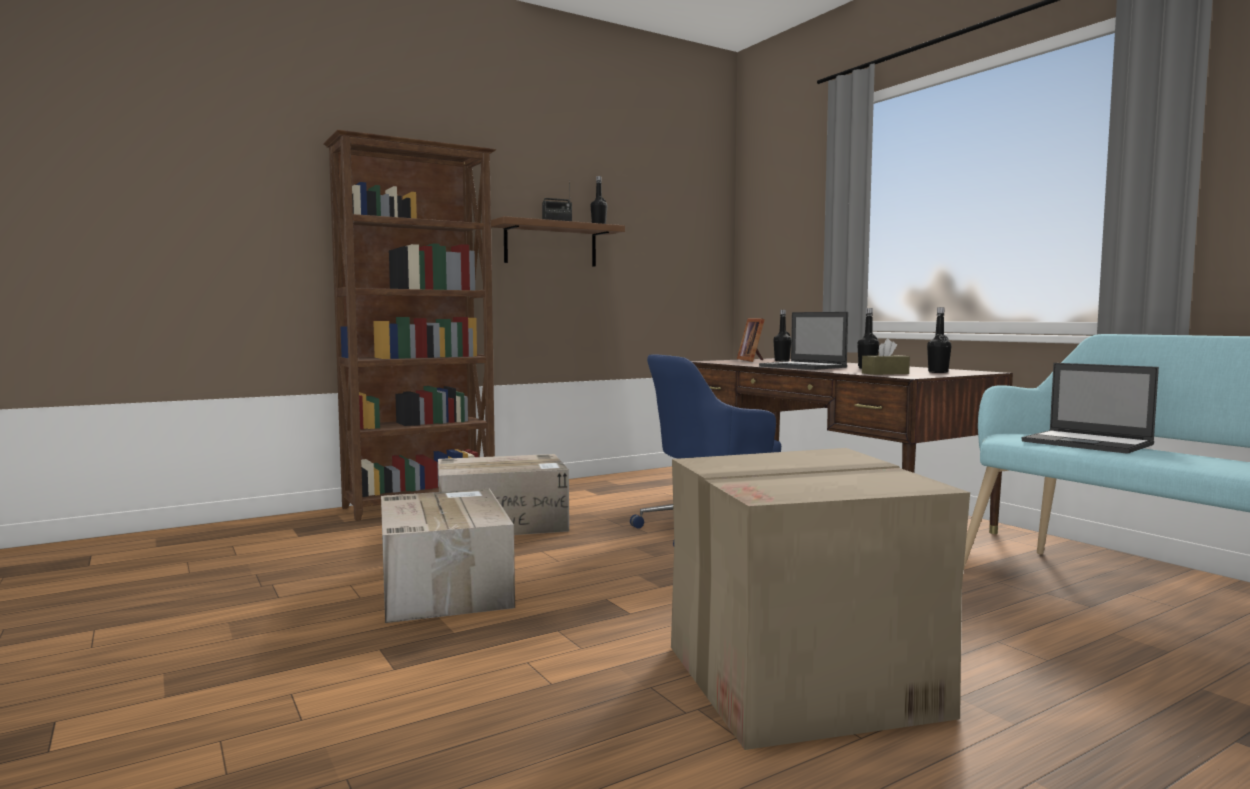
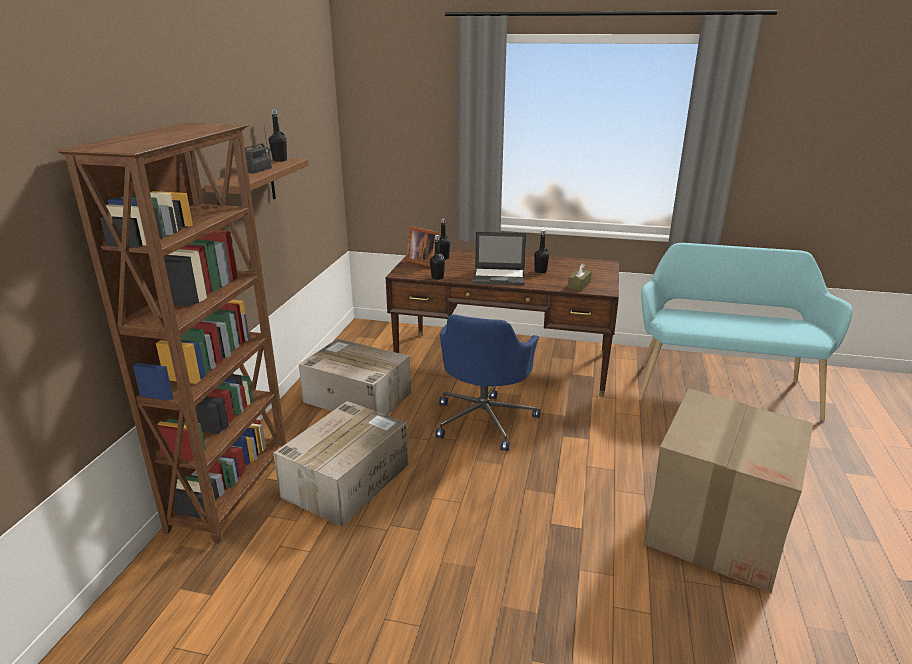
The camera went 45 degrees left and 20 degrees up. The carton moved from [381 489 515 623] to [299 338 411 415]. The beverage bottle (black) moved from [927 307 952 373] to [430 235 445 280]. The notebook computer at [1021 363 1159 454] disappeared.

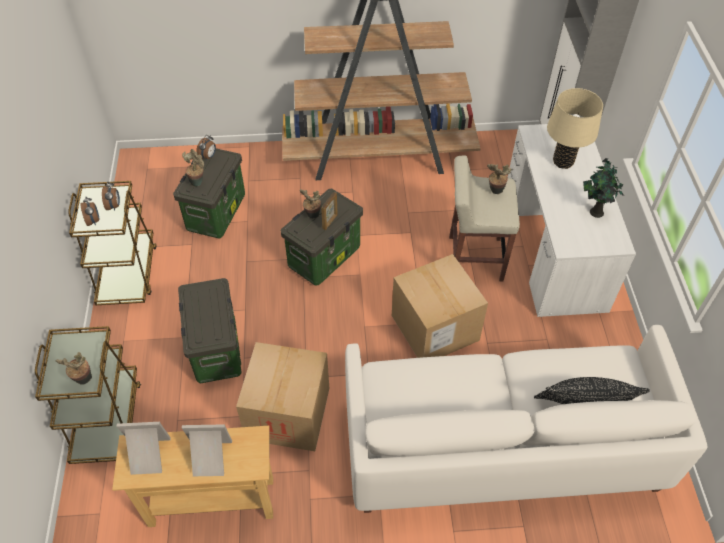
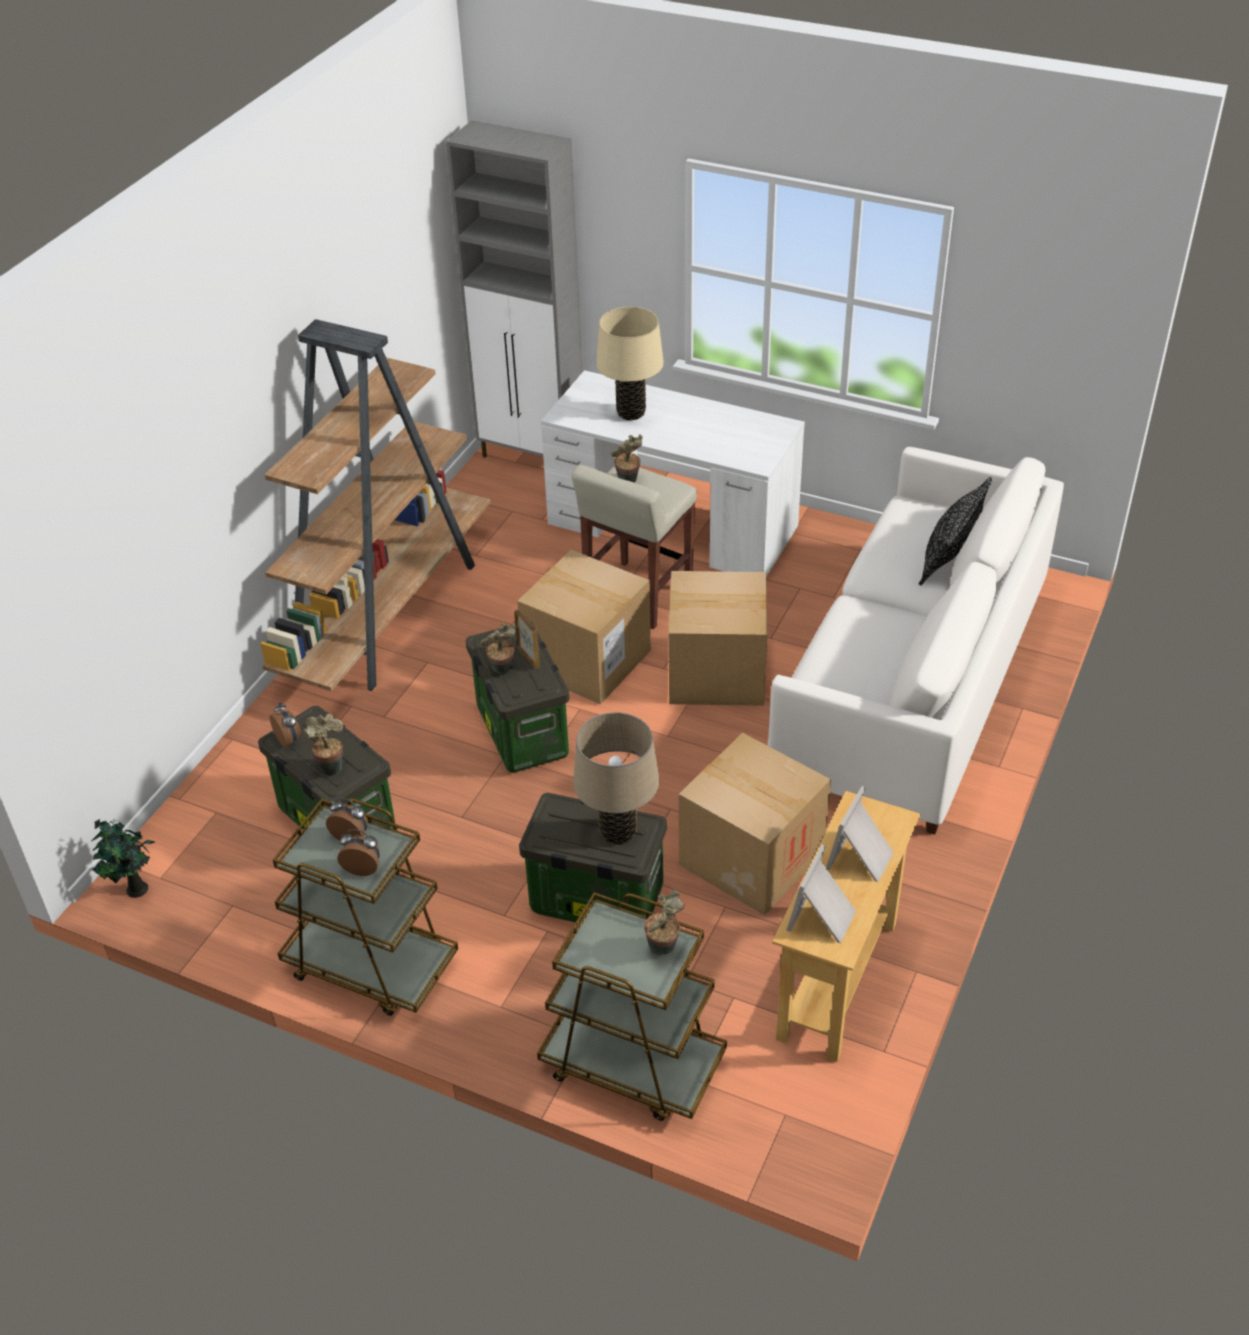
The camera went 60 degrees left and 10 degrees down. The plant in a pot moved from [583 158 624 218] to [90 819 155 898]. The carton at [517 550 651 705] appeared. The table lamp (beige) at [573 712 659 845] appeared.

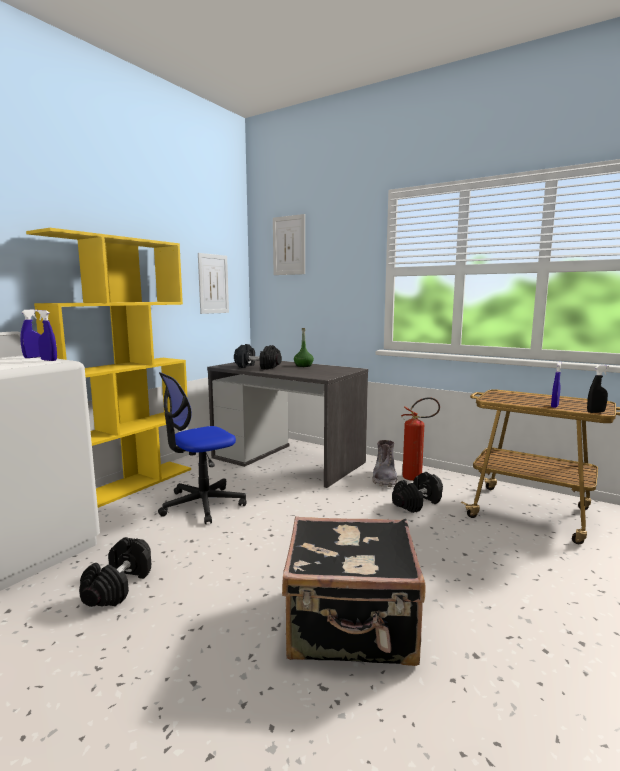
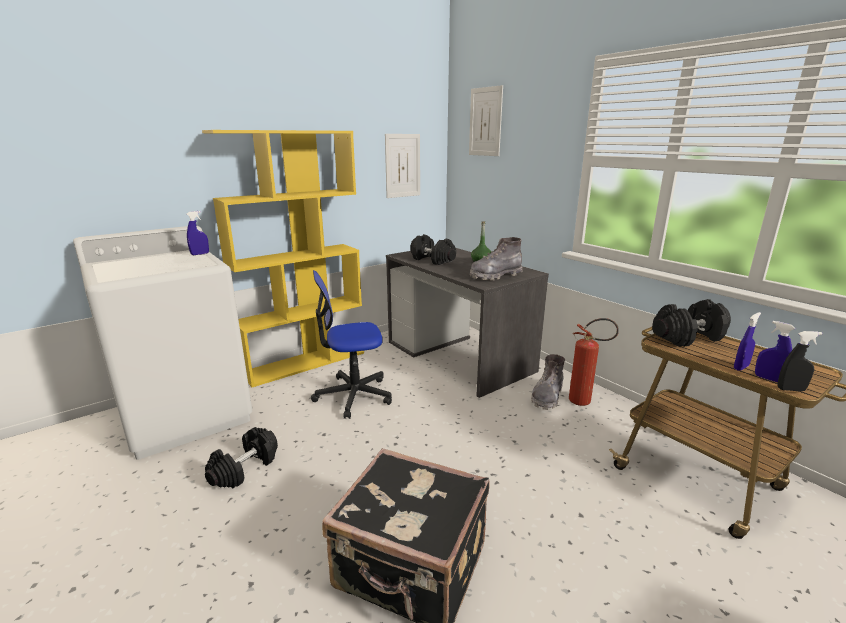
The camera went 20 degrees right and 10 degrees up. The spray bottle (bluish) moved from [37 310 57 361] to [755 321 795 382]. The free weight (black) moved from [392 472 443 513] to [652 299 731 347]. The tall boot (greyish) at [470 237 523 280] appeared.

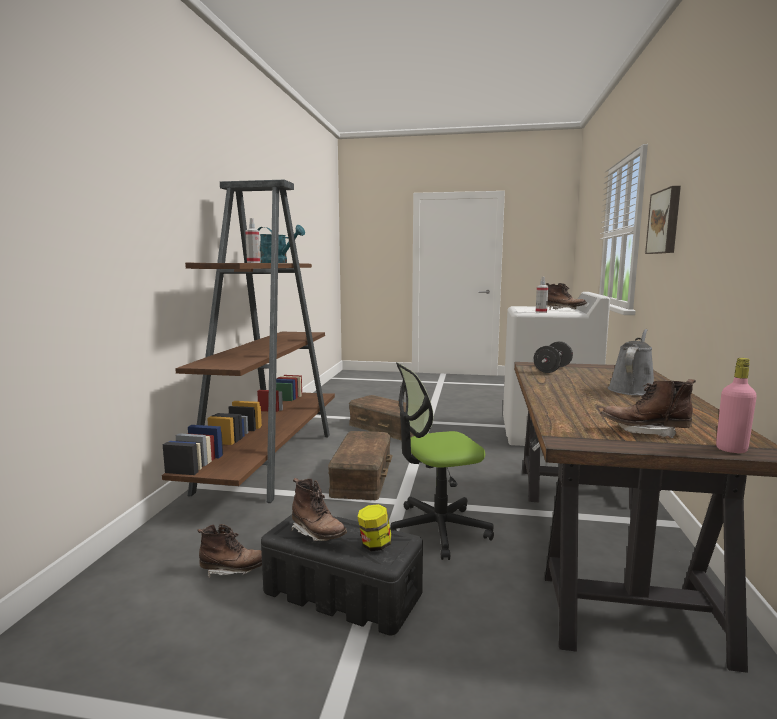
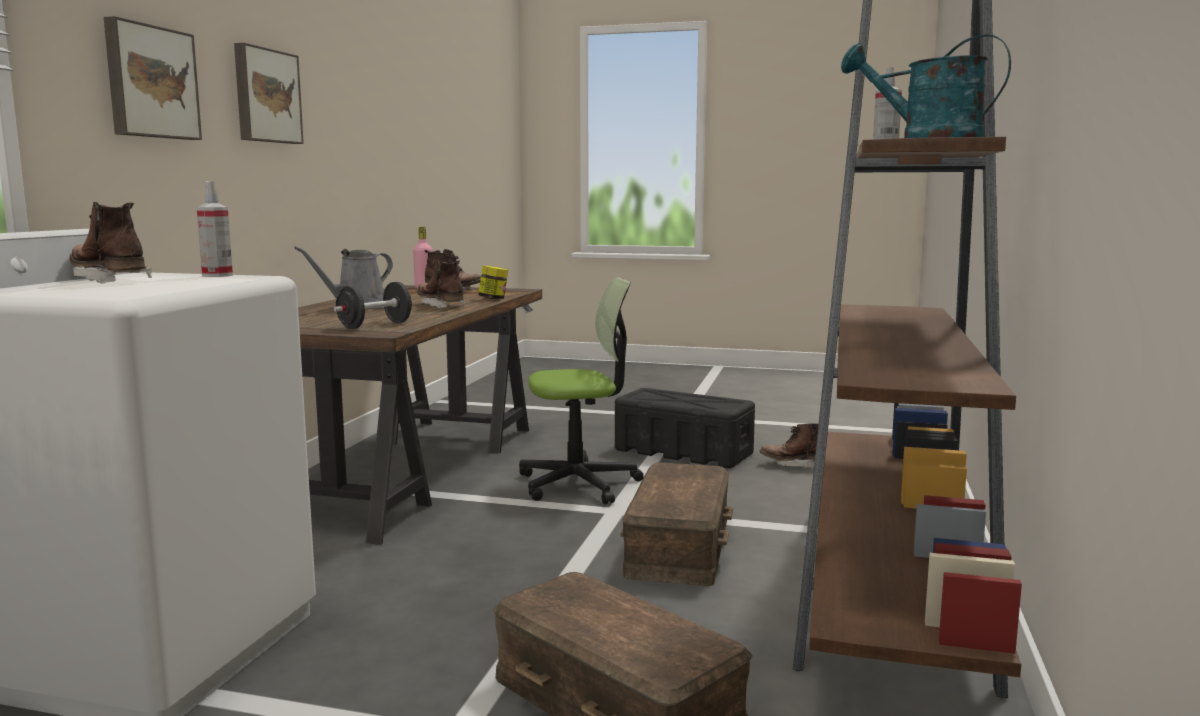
The camera went 175 degrees left and 0 degrees up. The tall boot (brown) moved from [291 478 347 541] to [416 259 465 309]. The storage jar moved from [358 504 392 551] to [478 266 508 300]. The picture at [234 43 304 144] appeared.

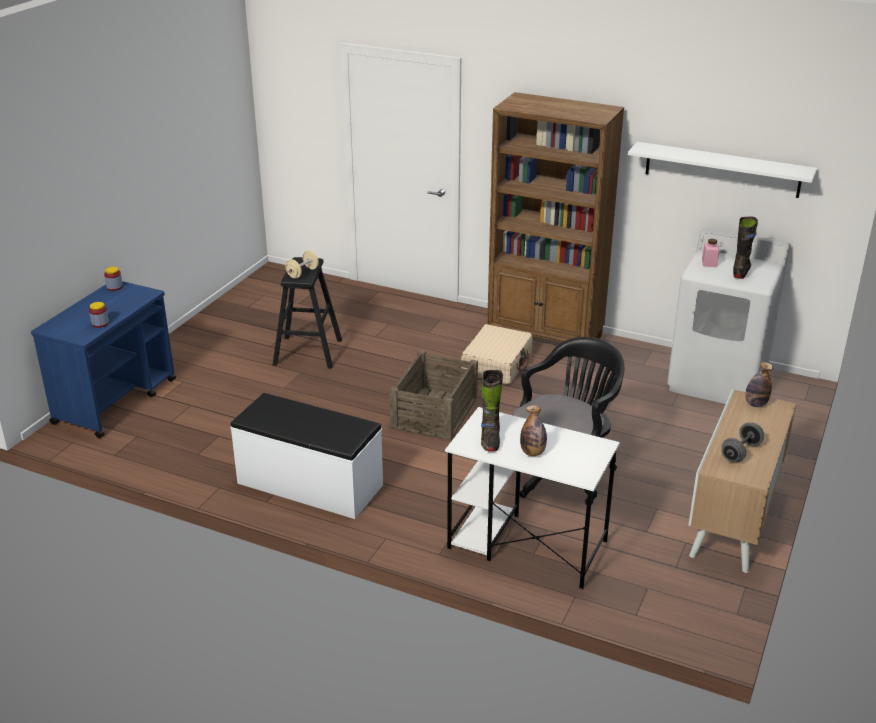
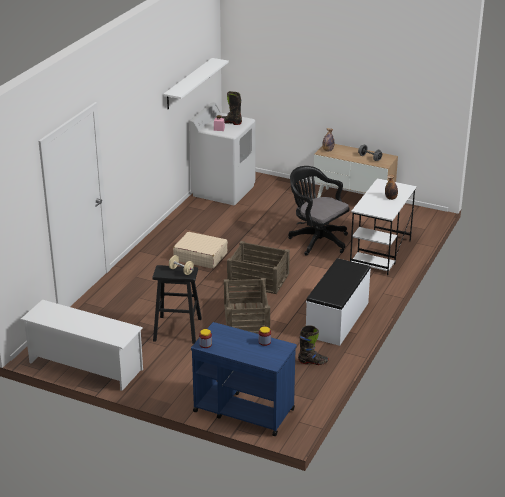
The camera went 90 degrees left and 0 degrees up. The tall boot (black) moved from [481 370 503 452] to [298 325 329 365]. The bookshelf (brown) at [487 92 624 342] disappeared. The shoe shelf (white) at [20 300 143 391] appeared. The packing crate at [224 278 270 334] appeared.

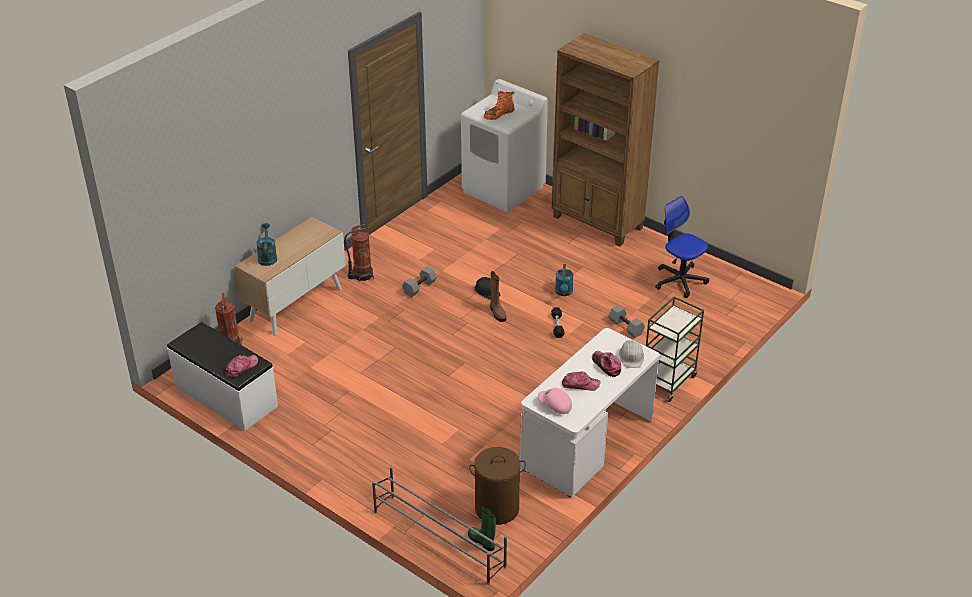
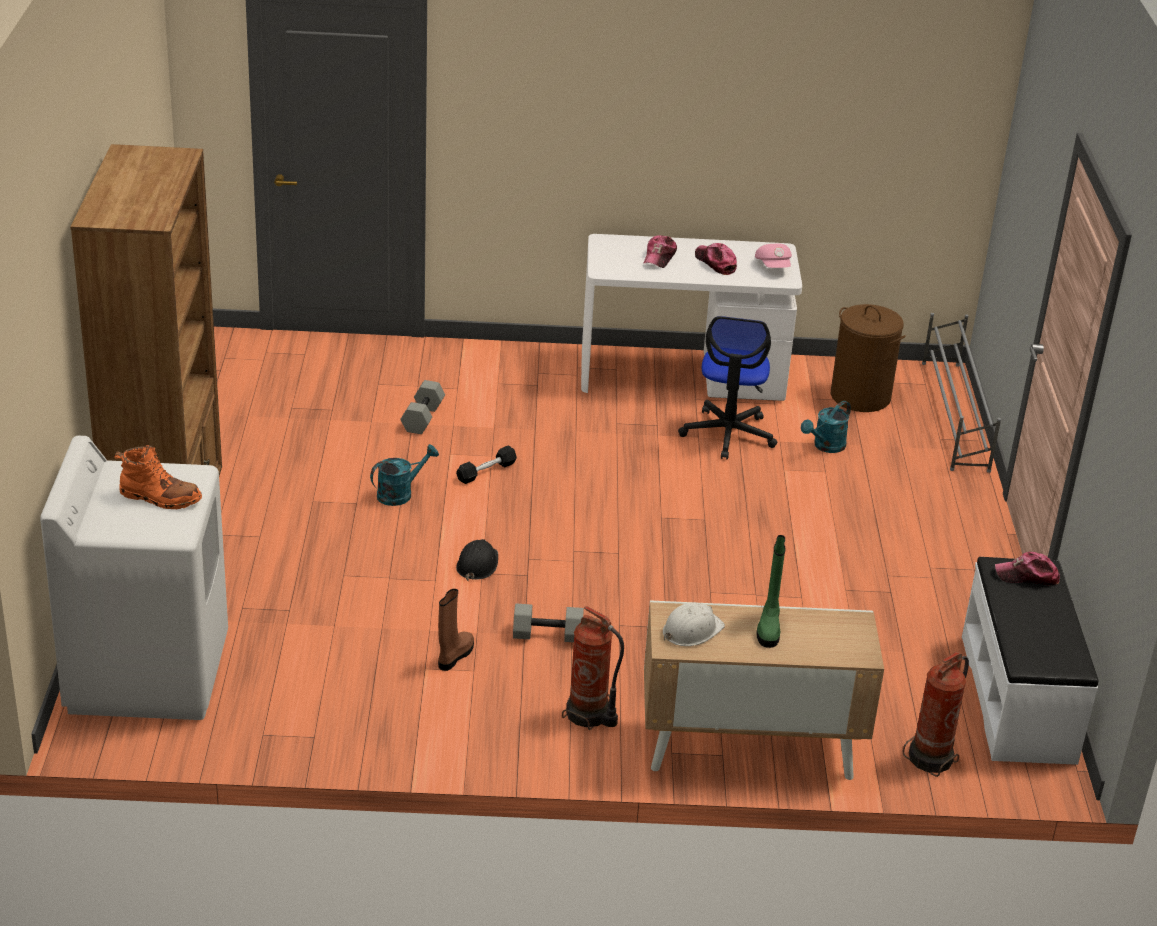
The camera went 130 degrees left and 5 degrees down. The watering can (blue-green) moved from [256 223 277 266] to [801 401 851 453]. The tall boot (greenish) moved from [468 506 496 551] to [756 535 786 648]. The tall boot (brown) moved from [490 271 507 322] to [438 589 474 671]. The safety helmet (white) moved from [619 339 644 368] to [663 602 725 646]. The wheeled cart (greenish) at [646 297 704 402] disappeared. The office chair moved from [655 196 709 298] to [678 316 777 459].

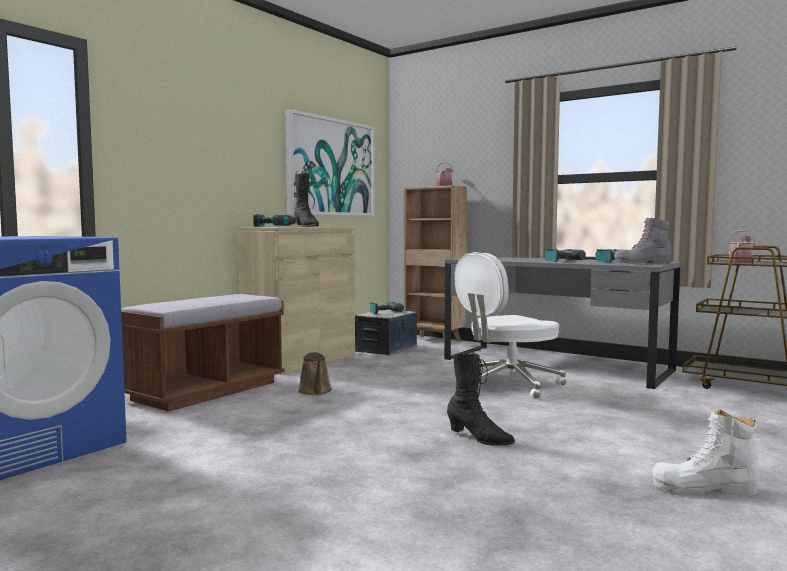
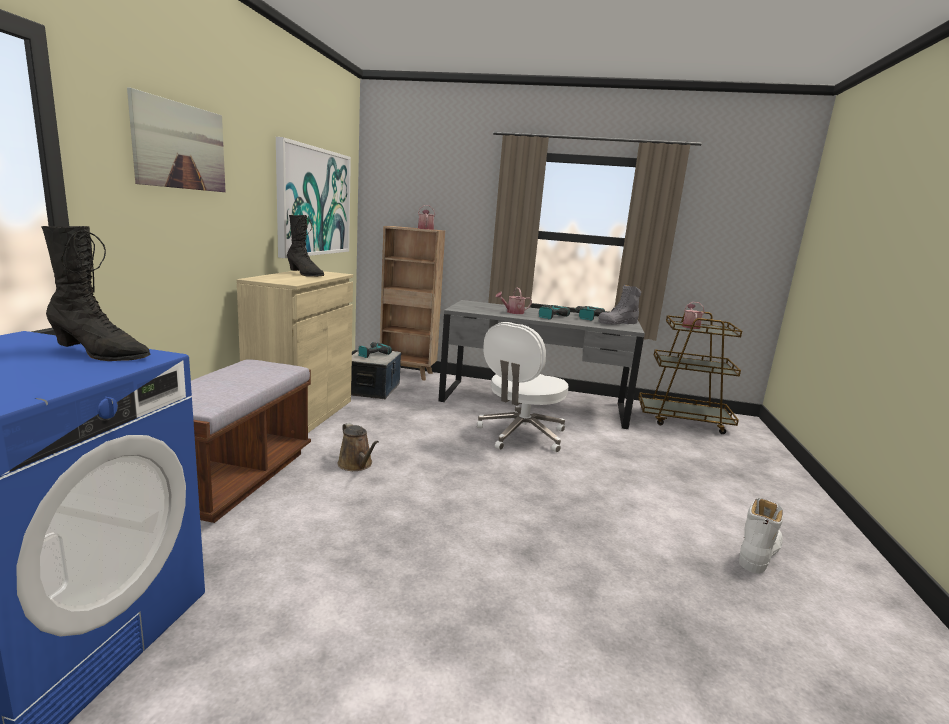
The camera went 25 degrees left and 10 degrees up. The power drill at [253 214 297 227] disappeared. The tall boot (black) moved from [447 353 515 446] to [41 226 150 361]. The tall boot (white) at [652 409 760 496] turned 150 degrees clockwise. The picture at [127 87 225 192] appeared. The watering can at [496 288 532 314] appeared.

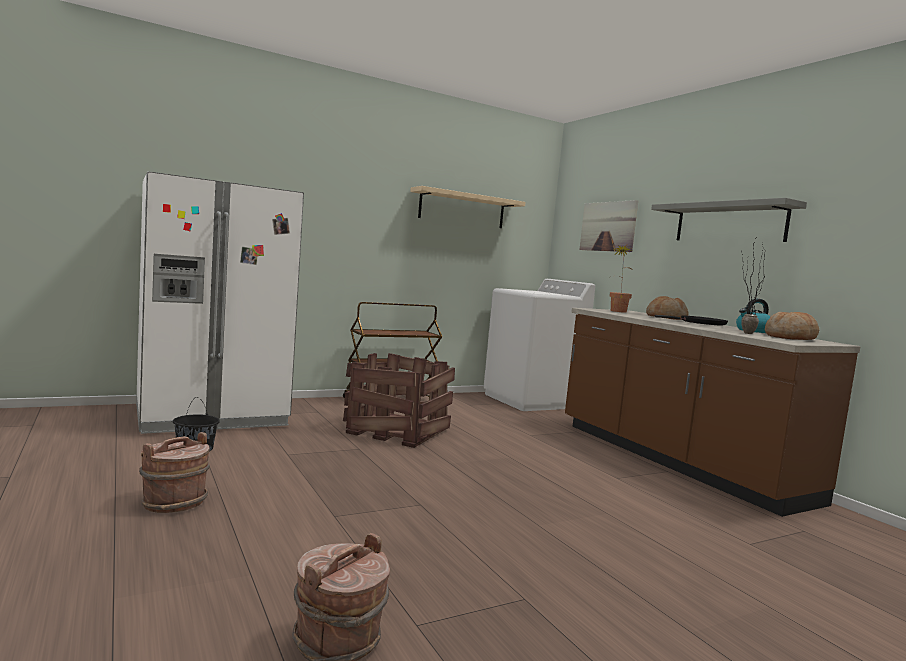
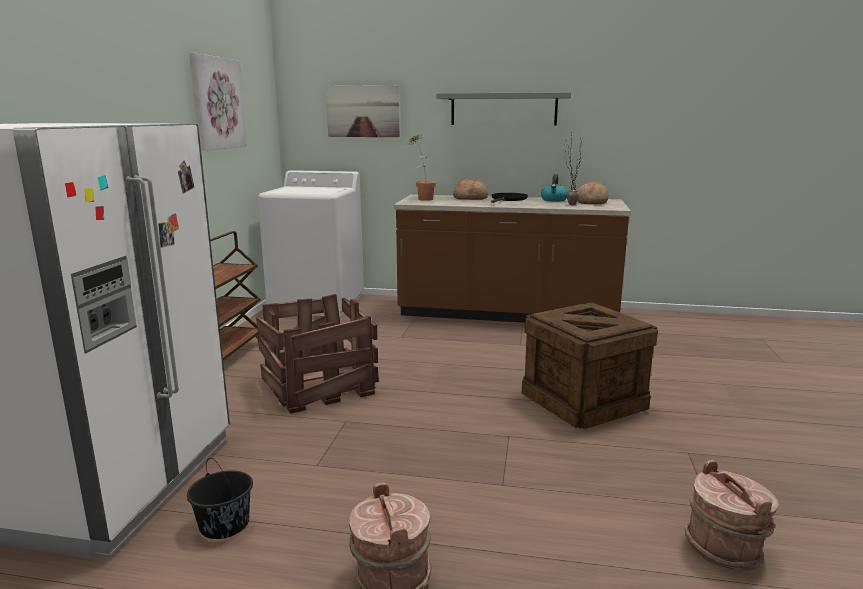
The camera went 50 degrees left and 10 degrees up. The bracket shelf (beige) at [410 186 525 228] was replaced by the picture at [189 53 247 151]. The packing crate at [522 303 658 429] appeared.

